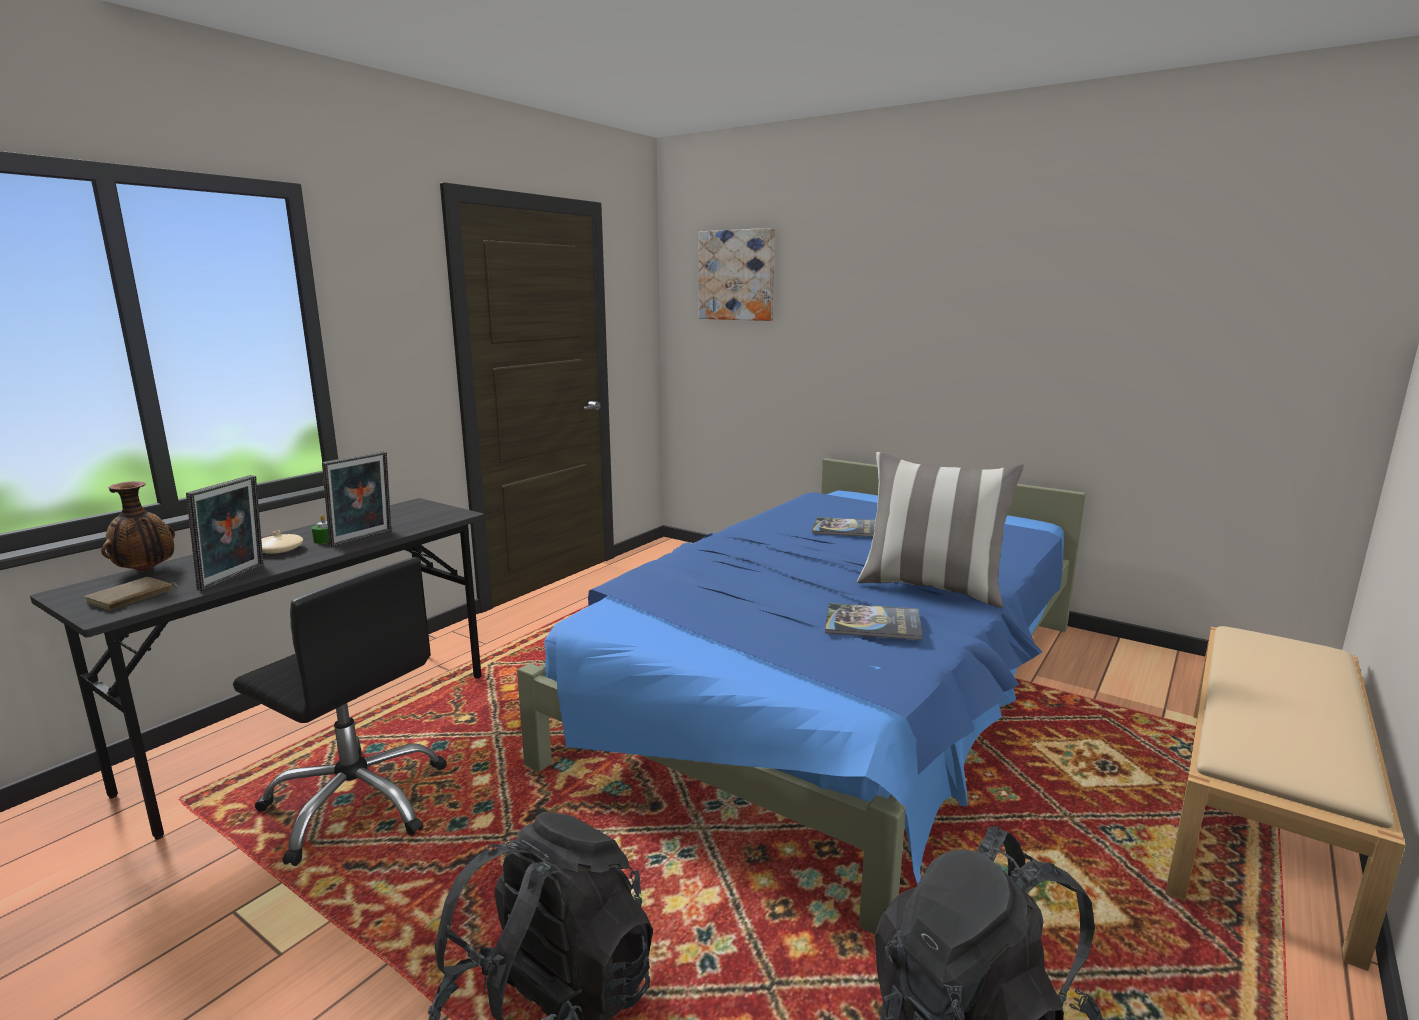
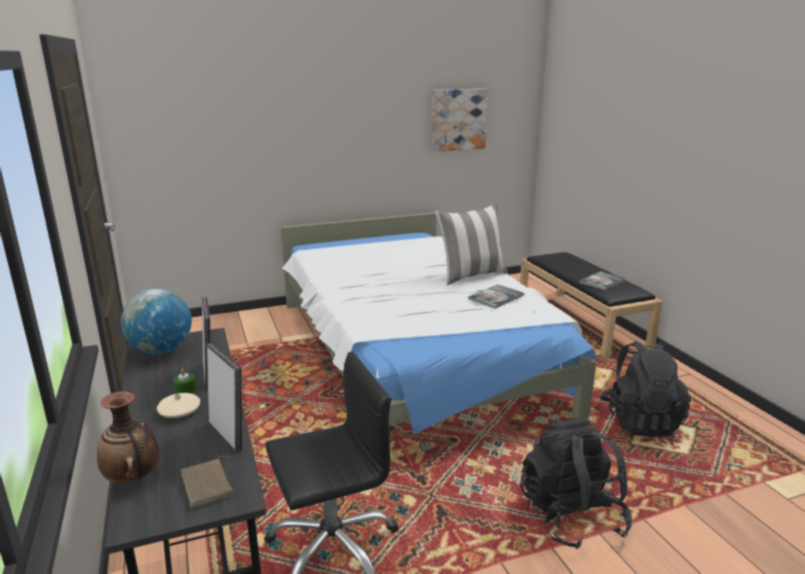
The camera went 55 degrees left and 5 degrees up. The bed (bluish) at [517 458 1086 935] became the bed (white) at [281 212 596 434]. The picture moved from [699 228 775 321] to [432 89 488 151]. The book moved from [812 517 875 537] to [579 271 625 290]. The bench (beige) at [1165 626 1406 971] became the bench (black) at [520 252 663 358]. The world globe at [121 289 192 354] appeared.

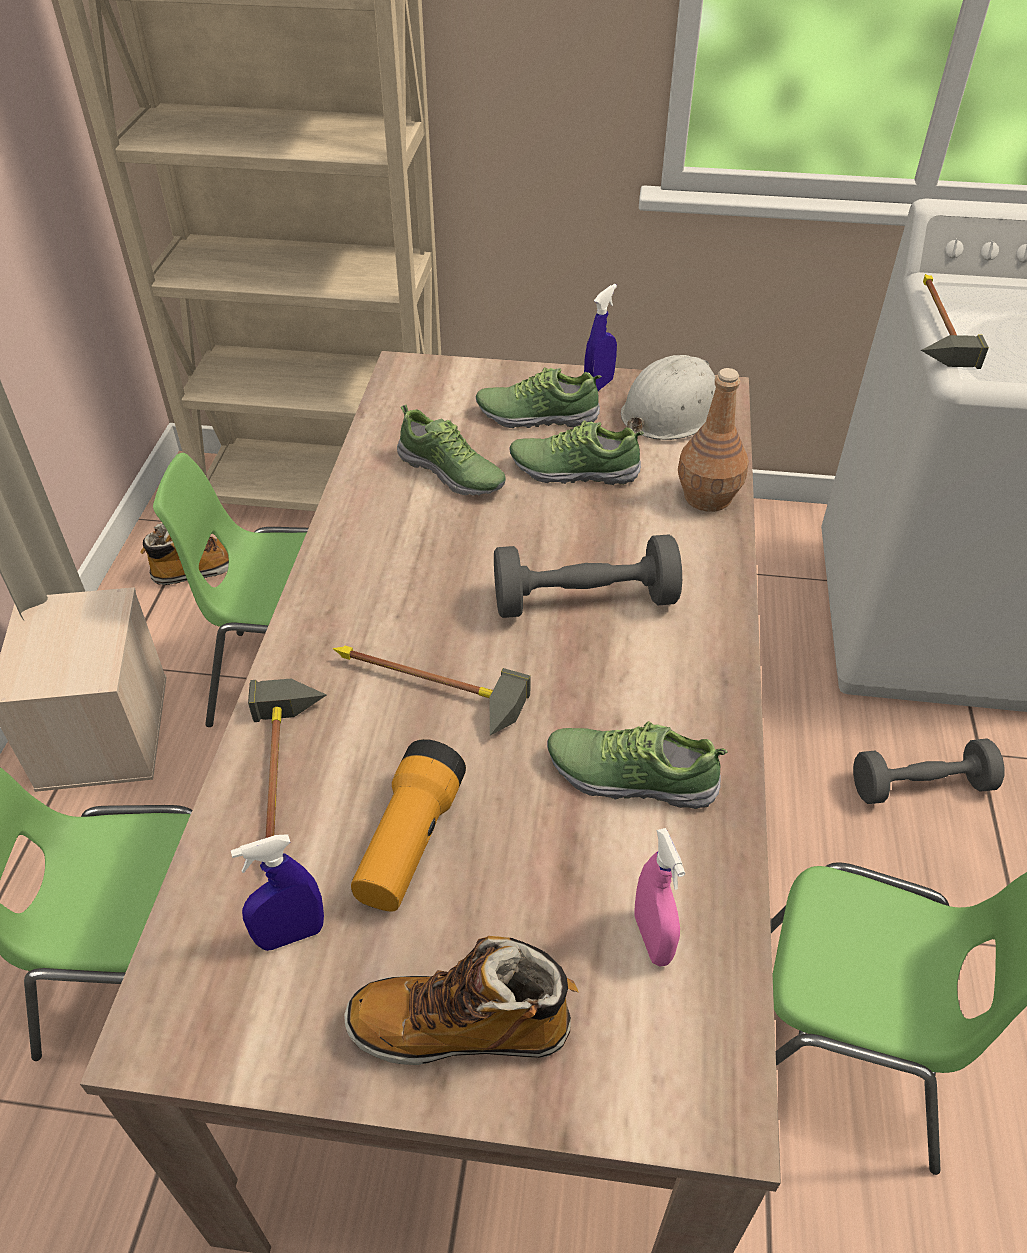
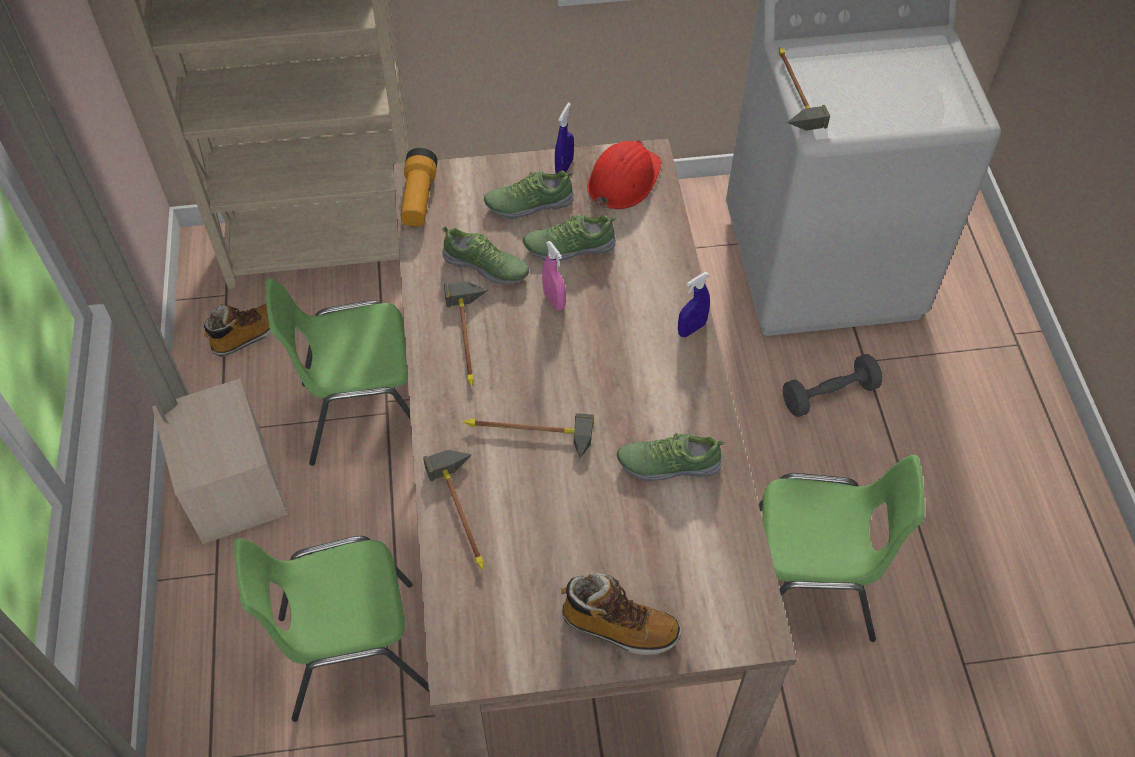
The camera went 15 degrees left and 10 degrees up. The spray bottle (bluish) moved from [231 834 324 951] to [678 272 710 337]. The tall boot at [344 936 578 1065] turned 150 degrees counterclockwise. The torch moved from [351 739 466 912] to [401 148 438 226]. The free weight (greyish) at [494 534 682 618] disappeared. The safety helmet (white) at [621 355 716 440] became the safety helmet (red) at [587 141 662 210]. The spray bottle (pinkish) moved from [634 828 685 966] to [542 241 566 311]. The beverage bottle (brown) at [678 368 749 512] disappeared. The tool hammer at [444 282 488 387] appeared.

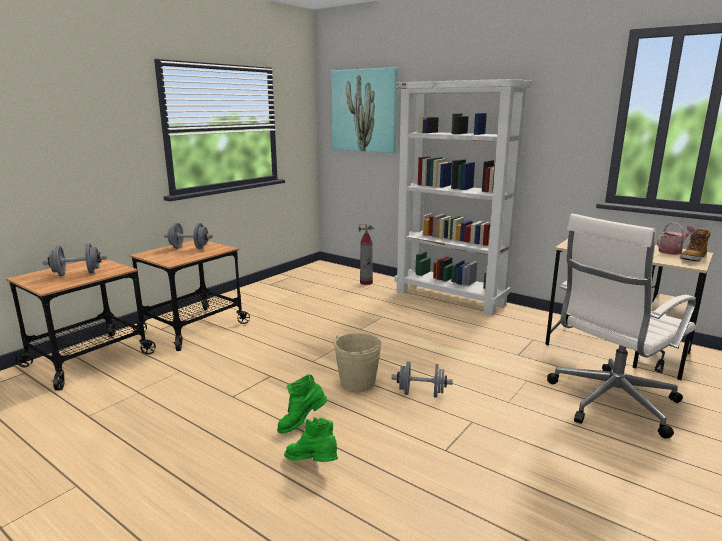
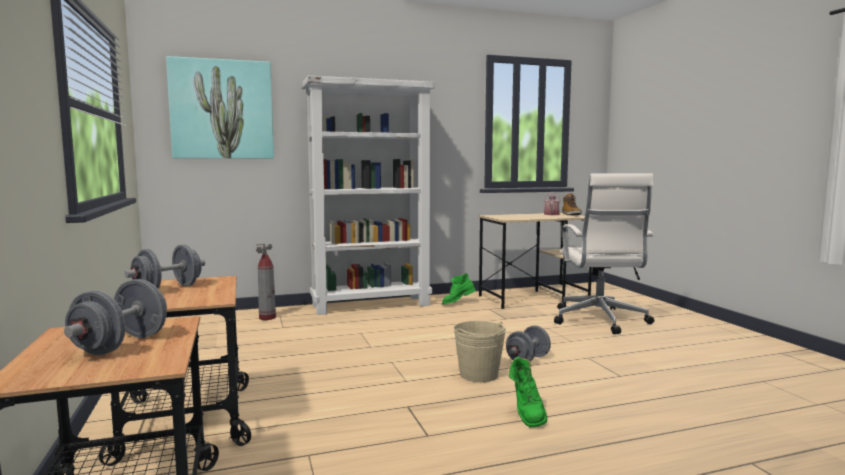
The camera went 55 degrees left and 10 degrees down. The tall boot (greenish) moved from [284 417 338 462] to [442 273 476 305].

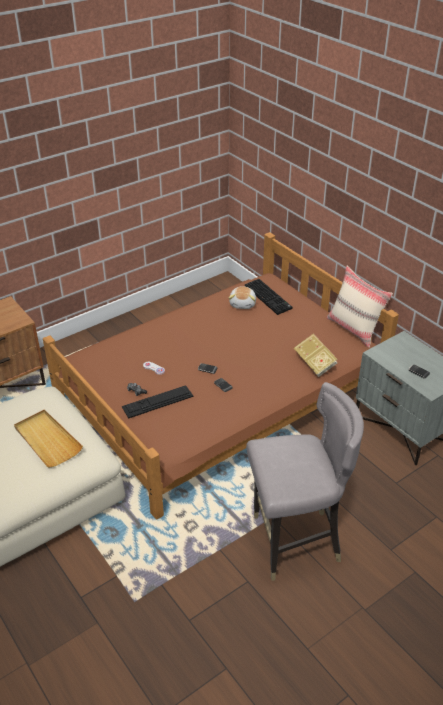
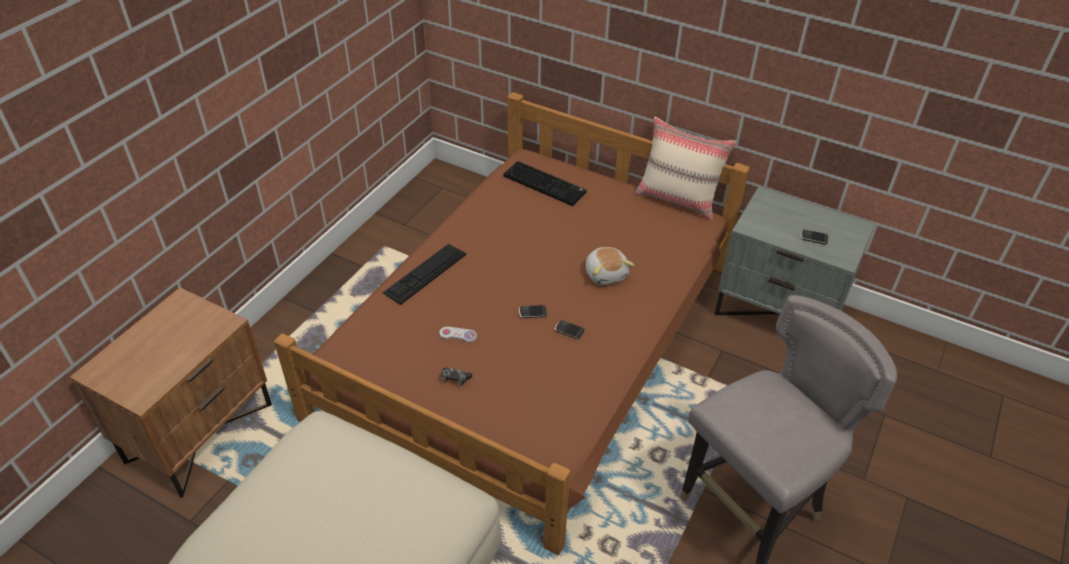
The camera went 25 degrees left and 5 degrees up. The serving tray (beige) at [14 410 83 467] disappeared. The computer keyboard moved from [122 385 193 419] to [383 244 466 305]. The soft toy moved from [229 286 256 309] to [586 247 634 285]. The book at [294 334 338 377] disappeared.

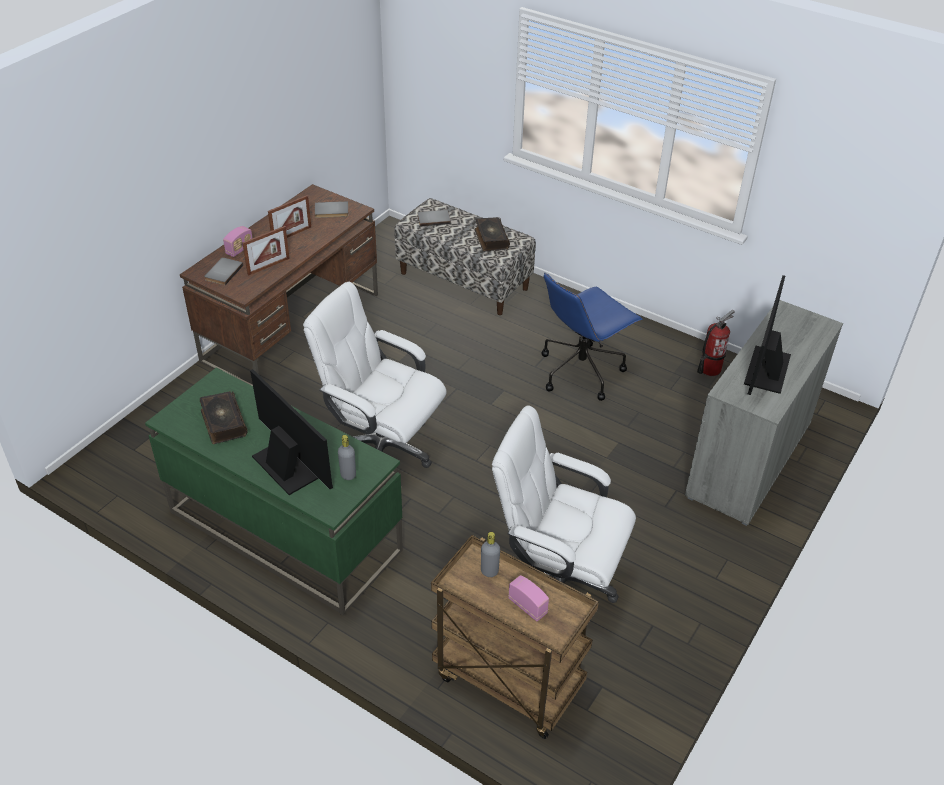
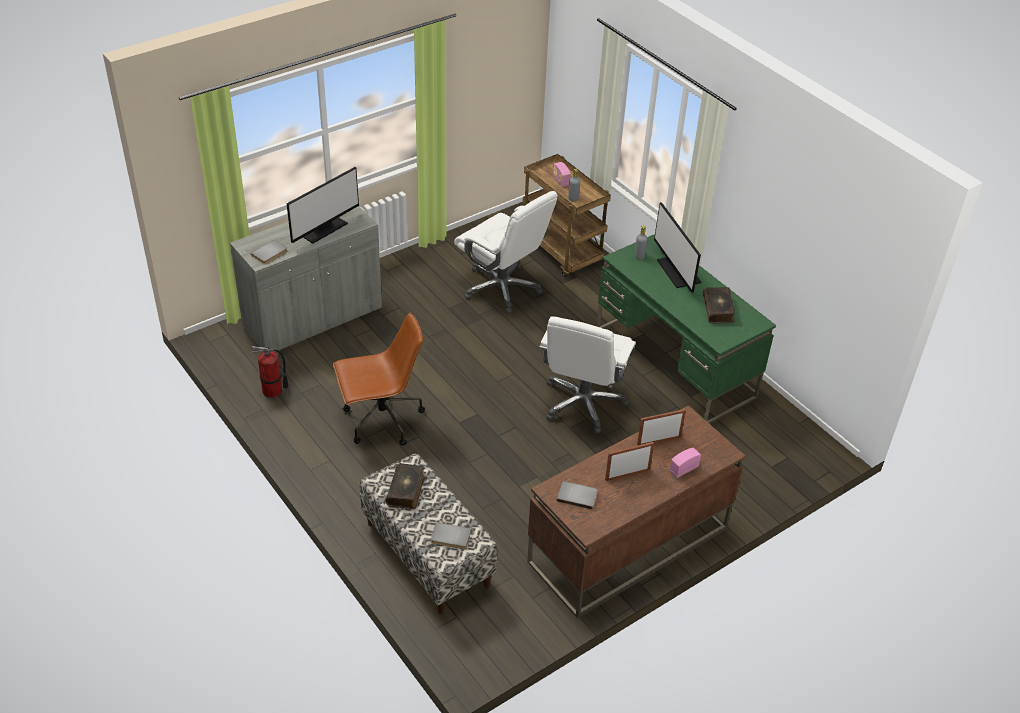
The camera went 160 degrees left and 0 degrees up. The book (greyish) moved from [204 257 243 285] to [251 239 287 264]. The office chair (white) at [303 282 447 468] turned 60 degrees clockwise. The office chair (bluish) at [542 273 642 401] became the office chair (brown) at [333 313 425 446].

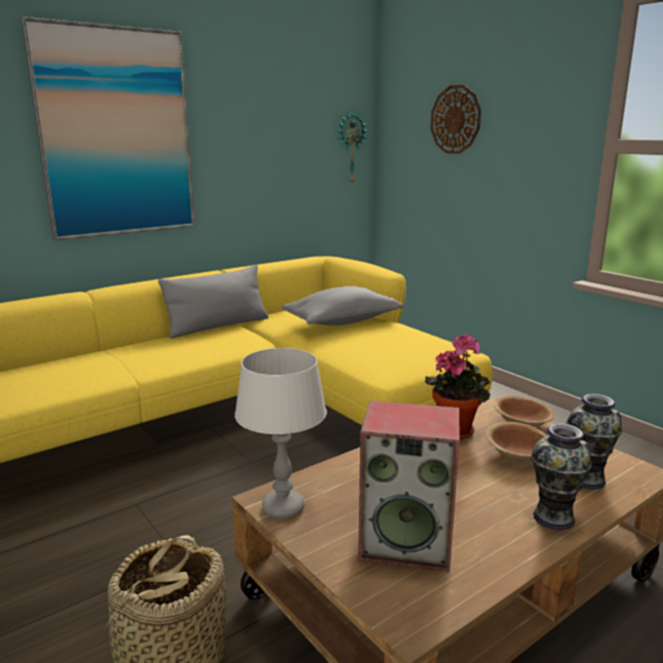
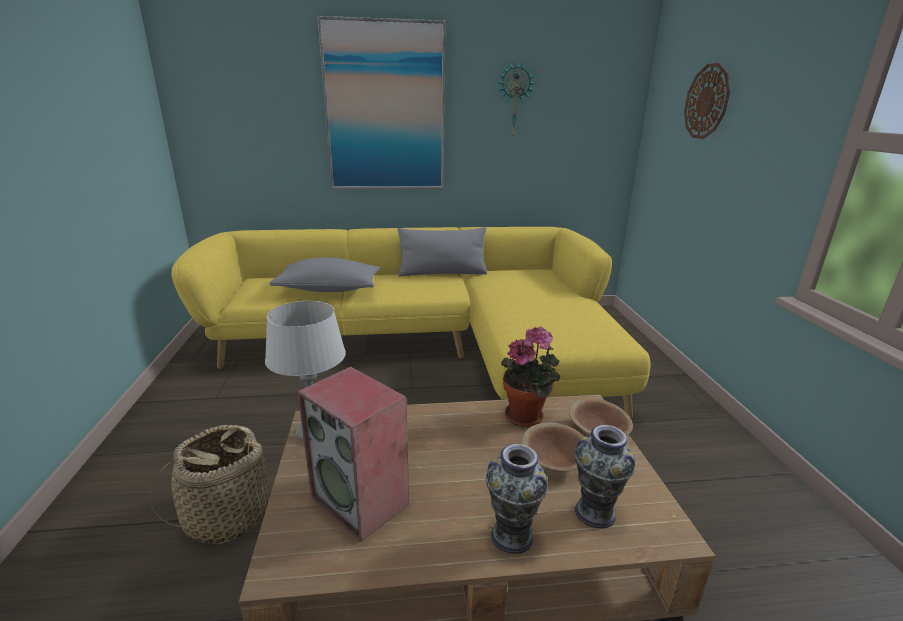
The camera went 30 degrees right and 5 degrees up. The throw pillow (greyish) moved from [282 286 403 326] to [269 257 380 292]. The wall clock moved from [337 111 367 183] to [497 61 536 136].

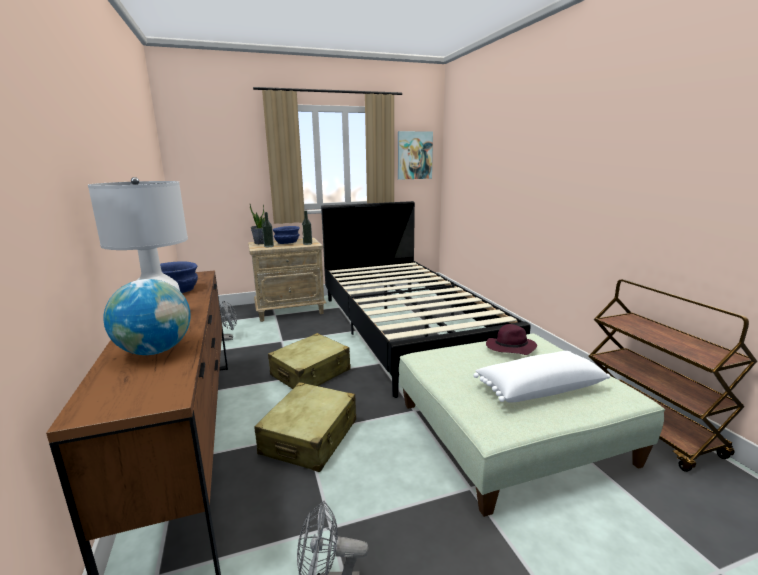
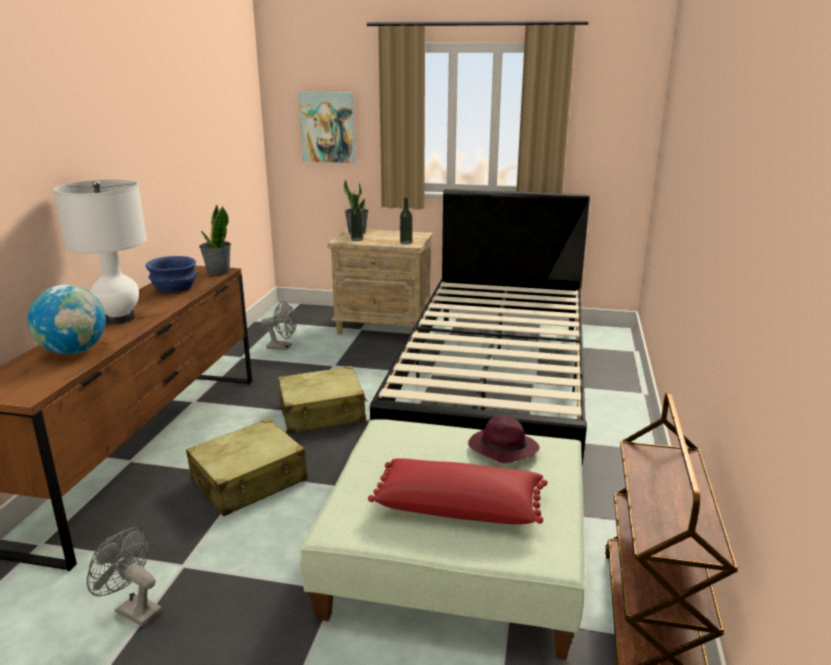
The camera went 30 degrees right and 5 degrees up. The bowl (bluish) at [273 226 300 244] disappeared. The picture moved from [398 131 433 180] to [299 91 355 163]. The throw pillow (white) at [473 351 610 403] became the throw pillow (red) at [368 458 548 524]. The plant in a pot at [199 205 231 275] appeared.

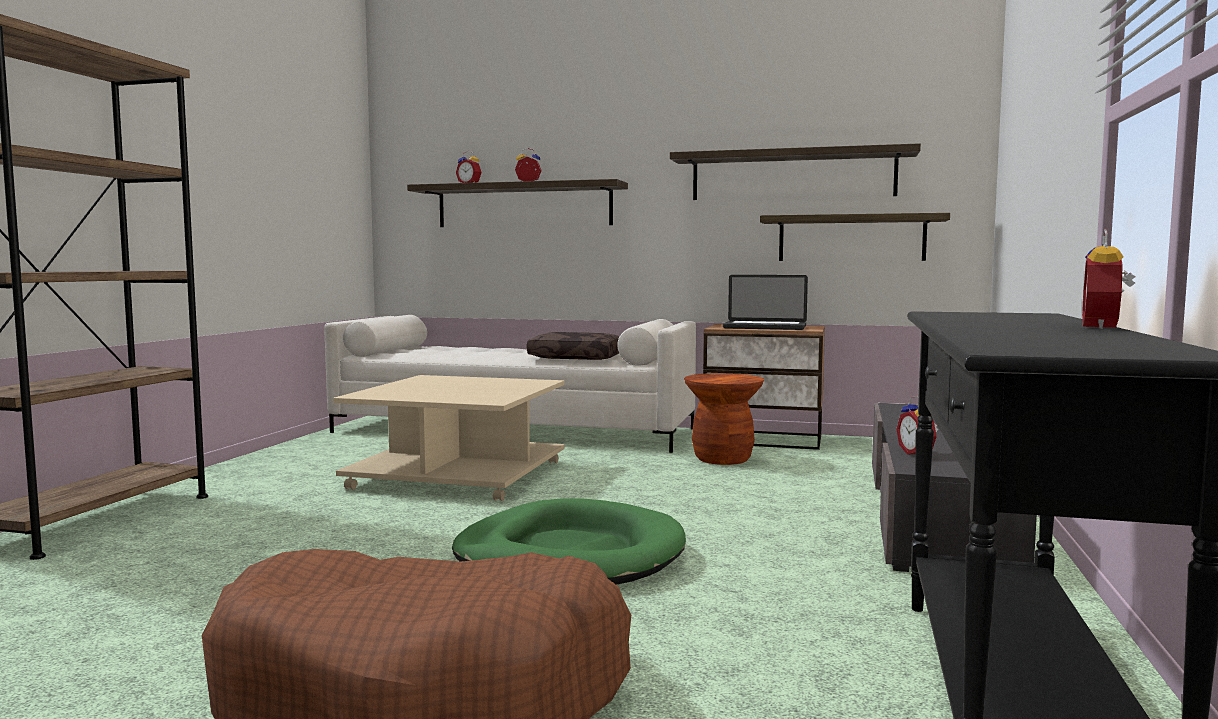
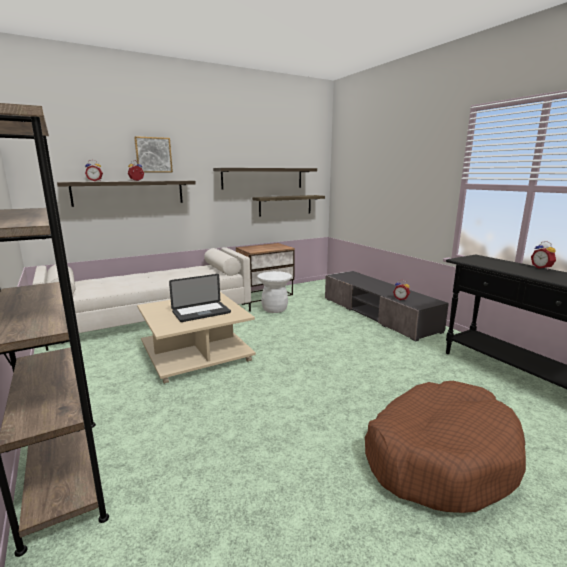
The camera went 45 degrees left and 10 degrees up. The pet bed (greenish) at [452 498 686 585] disappeared. The throw pillow (brown) at [527 332 620 360] disappeared. The sitting stool (brown) at [684 373 764 465] became the sitting stool (white) at [257 271 292 313]. The notebook computer moved from [723 275 808 330] to [169 274 231 322]. The picture at [134 136 173 173] appeared.

